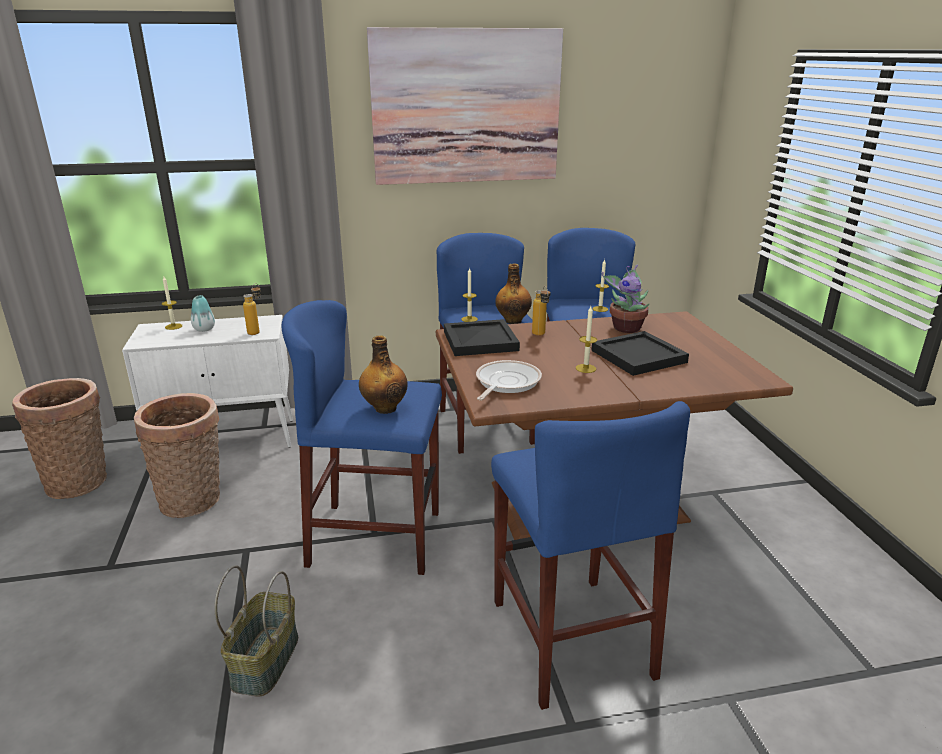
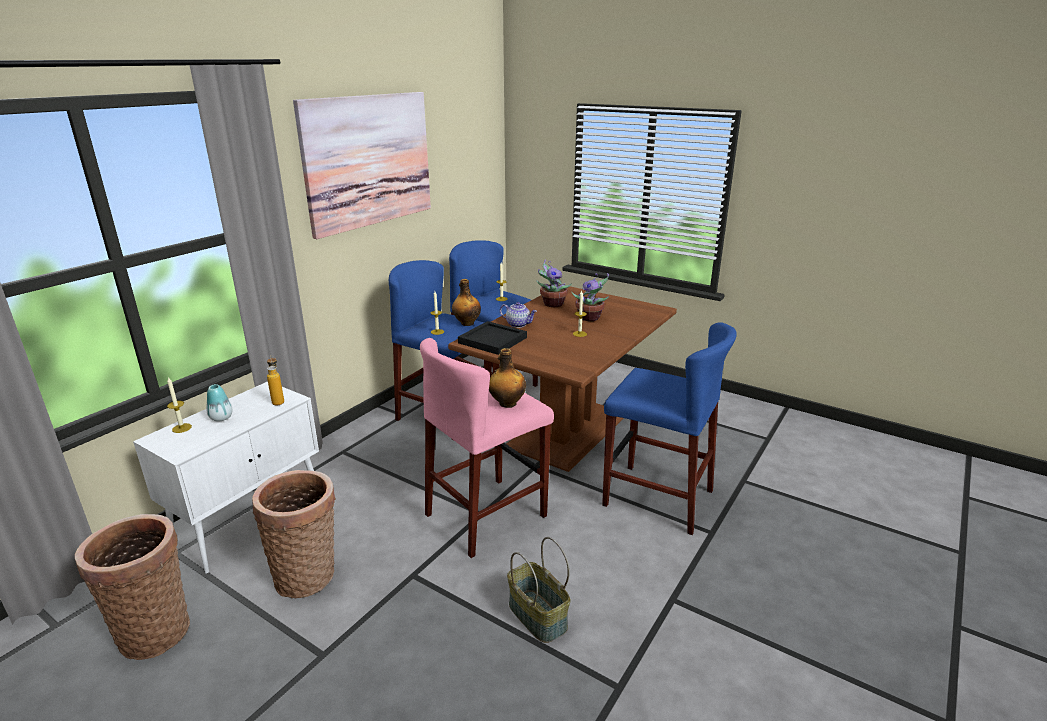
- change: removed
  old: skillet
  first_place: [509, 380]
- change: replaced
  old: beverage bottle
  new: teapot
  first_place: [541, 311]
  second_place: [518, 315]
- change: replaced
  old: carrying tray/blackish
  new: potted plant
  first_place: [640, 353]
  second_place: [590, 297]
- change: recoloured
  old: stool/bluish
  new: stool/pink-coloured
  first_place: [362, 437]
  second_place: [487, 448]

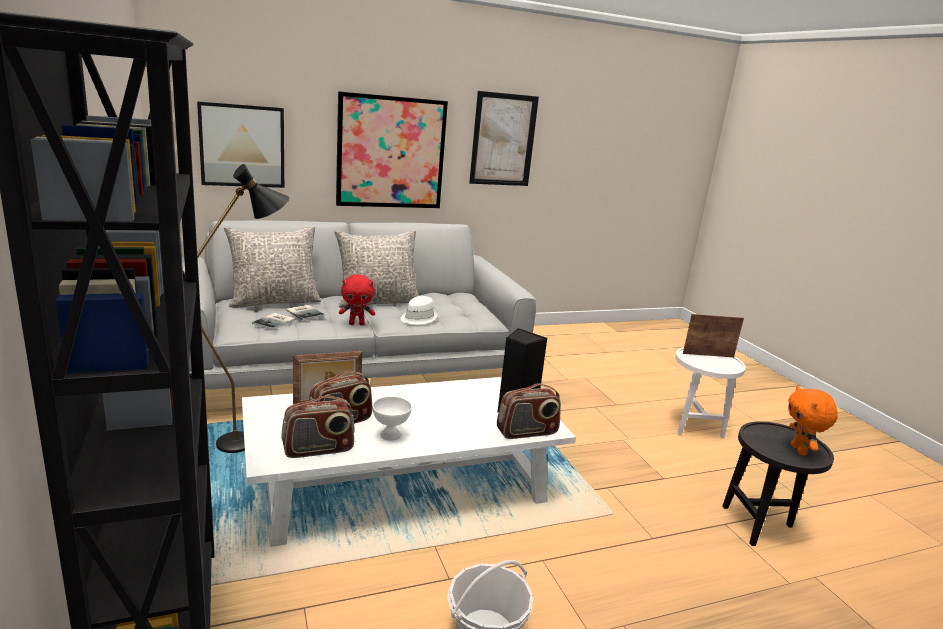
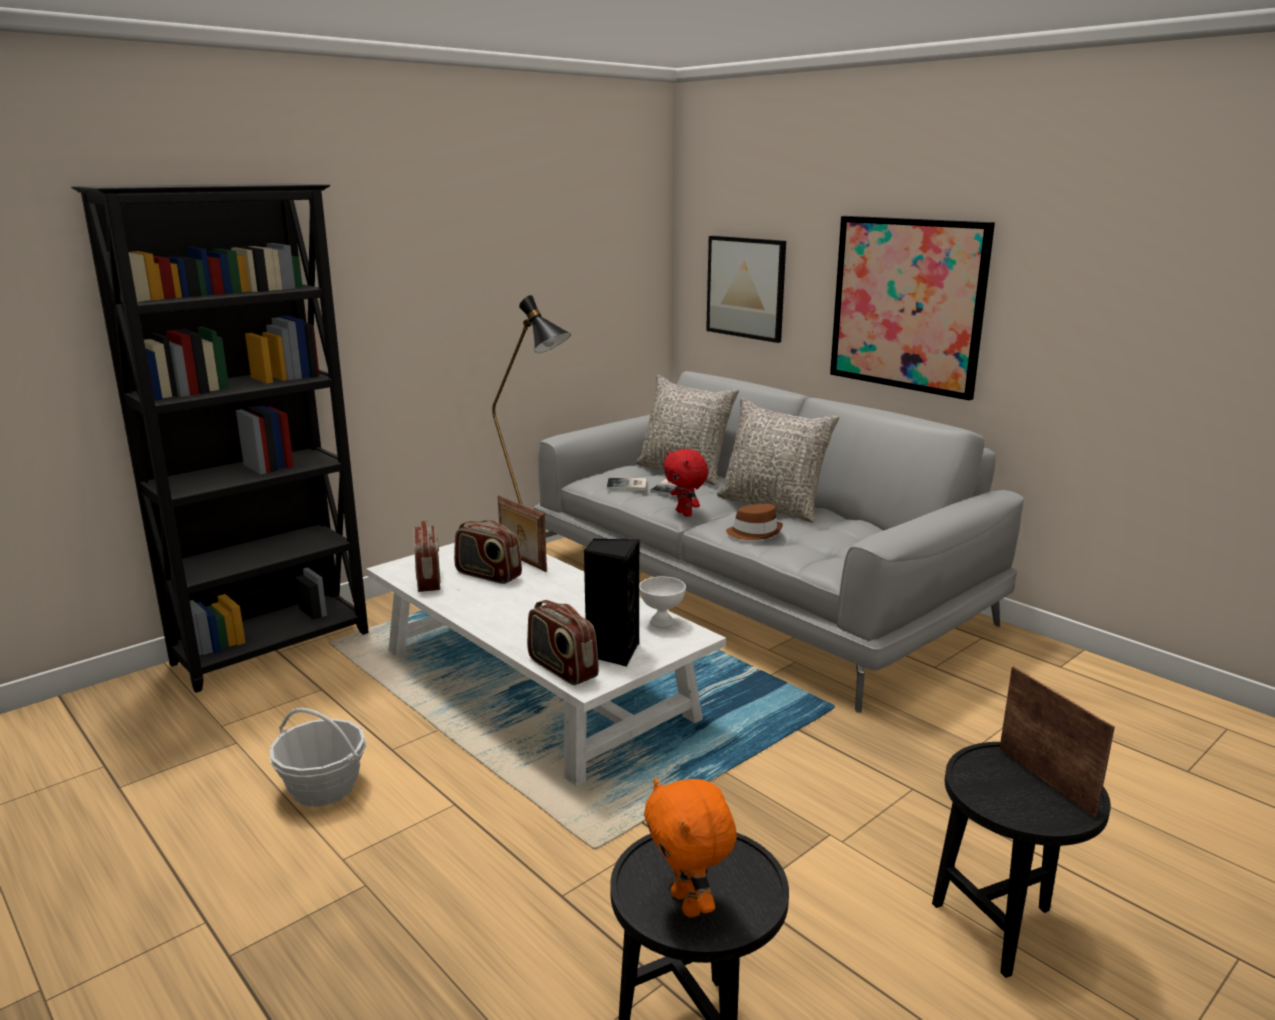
- change: removed
  old: picture
  first_place: [504, 138]
- change: moved
  old: serving bowl/white-coloured
  first_place: [392, 418]
  second_place: [662, 602]
- change: recoloured
  old: hat/white-coloured
  new: hat/brownish
  first_place: [419, 310]
  second_place: [754, 522]
- change: recoloured
  old: end table/white-coloured
  new: end table/blackish
  first_place: [710, 393]
  second_place: [1021, 860]
- change: turned
  old: radio set
  first_place: [318, 426]
  second_place: [427, 556]
  degrees: -150
- change: turned
  old: soft toy/orangey
  first_place: [813, 420]
  second_place: [690, 848]
  degrees: -90

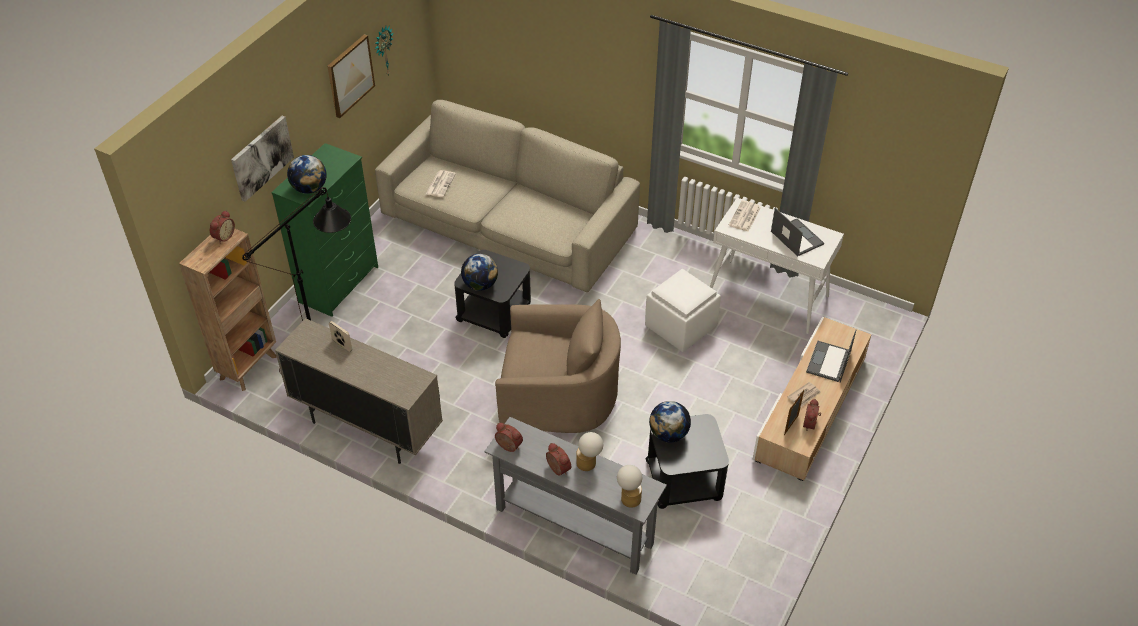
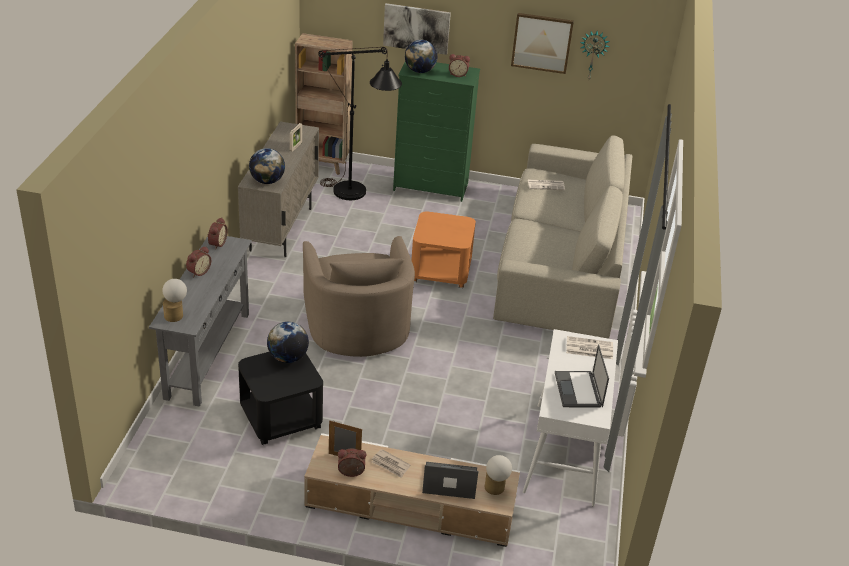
- change: removed
  old: footrest/white-coloured
  first_place: [683, 310]
- change: moved
  old: table clock
  first_place: [222, 227]
  second_place: [459, 65]
- change: moved
  old: world globe
  first_place: [479, 272]
  second_place: [267, 166]
- change: moved
  old: tabletop lamp
  first_place: [589, 451]
  second_place: [498, 475]
- change: recoloured
  old: end table/blackish
  new: end table/orangey
  first_place: [492, 294]
  second_place: [443, 250]
- change: turned
  old: portable computer
  first_place: [797, 232]
  second_place: [582, 375]
  degrees: 135

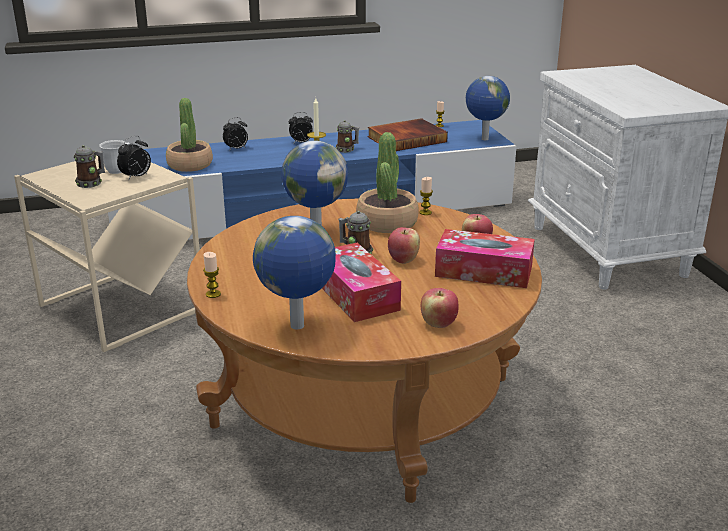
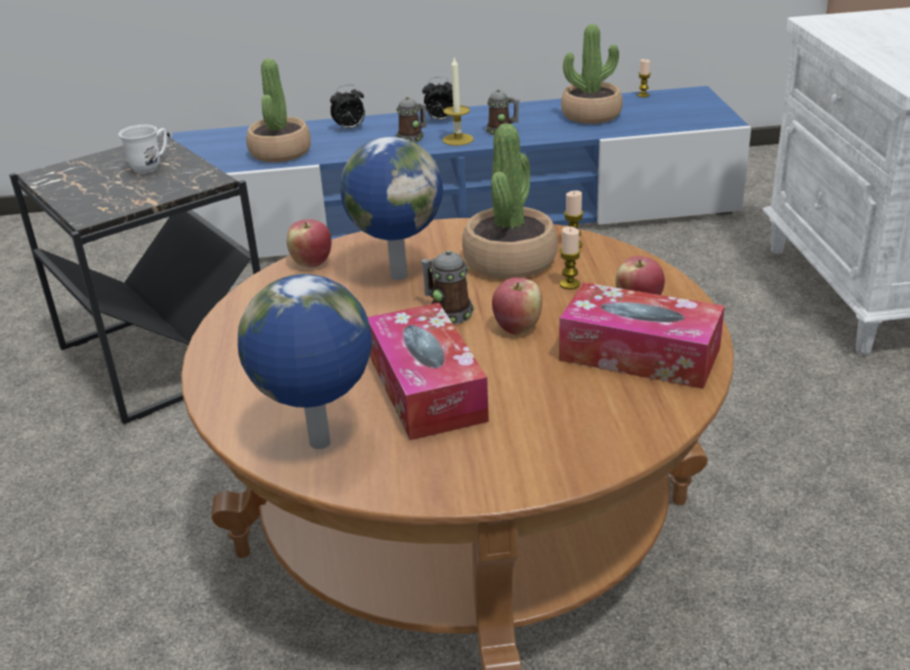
- change: removed
  old: table clock
  first_place: [134, 158]
- change: removed
  old: world globe
  first_place: [488, 108]
- change: moved
  old: tea mug
  first_place: [89, 166]
  second_place: [411, 120]
- change: moved
  old: wax candle
  first_place: [212, 275]
  second_place: [570, 257]
- change: moved
  old: whole apple
  first_place: [440, 308]
  second_place: [309, 243]
- change: replaced
  old: book
  new: potted plant
  first_place: [408, 134]
  second_place: [592, 74]
- change: recoloured
  old: end table/beige-coloured
  new: end table/blackish
  first_place: [107, 253]
  second_place: [135, 278]

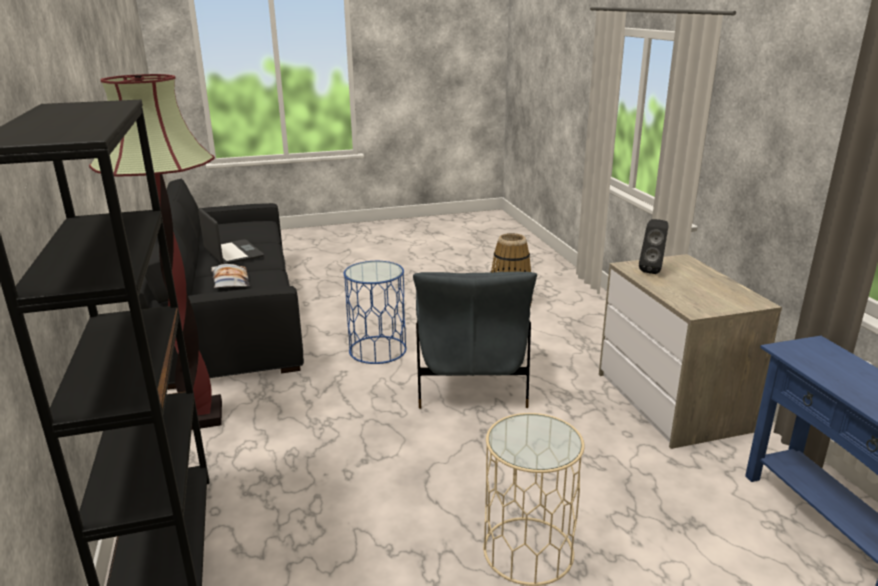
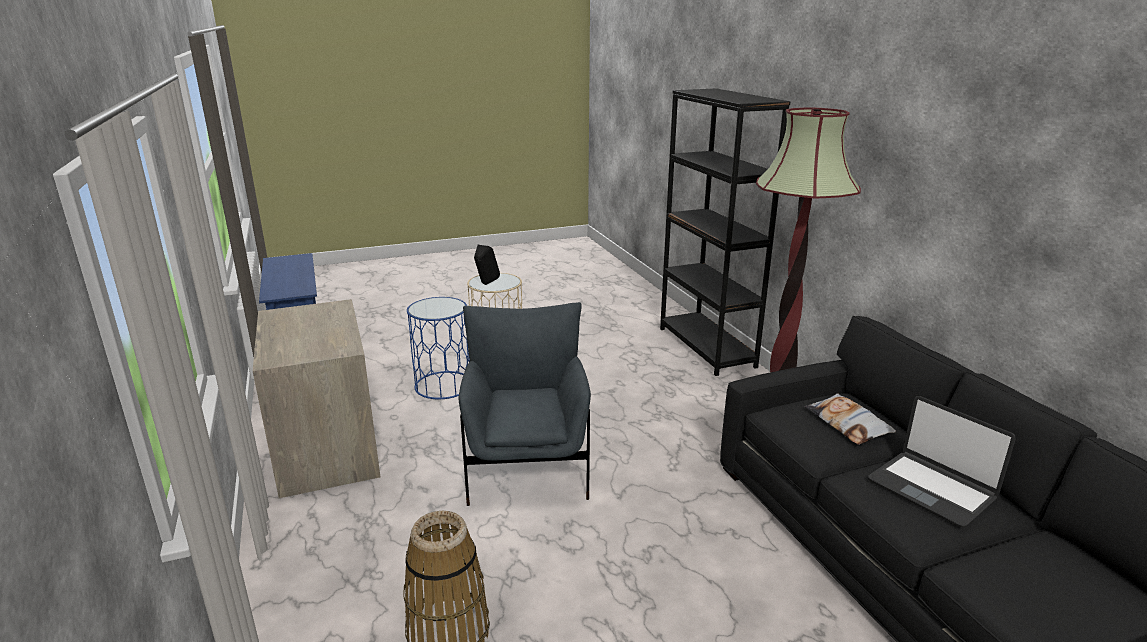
- change: moved
  old: end table/bluish
  first_place: [375, 312]
  second_place: [438, 348]
- change: moved
  old: loudspeaker/blackish
  first_place: [653, 246]
  second_place: [487, 265]

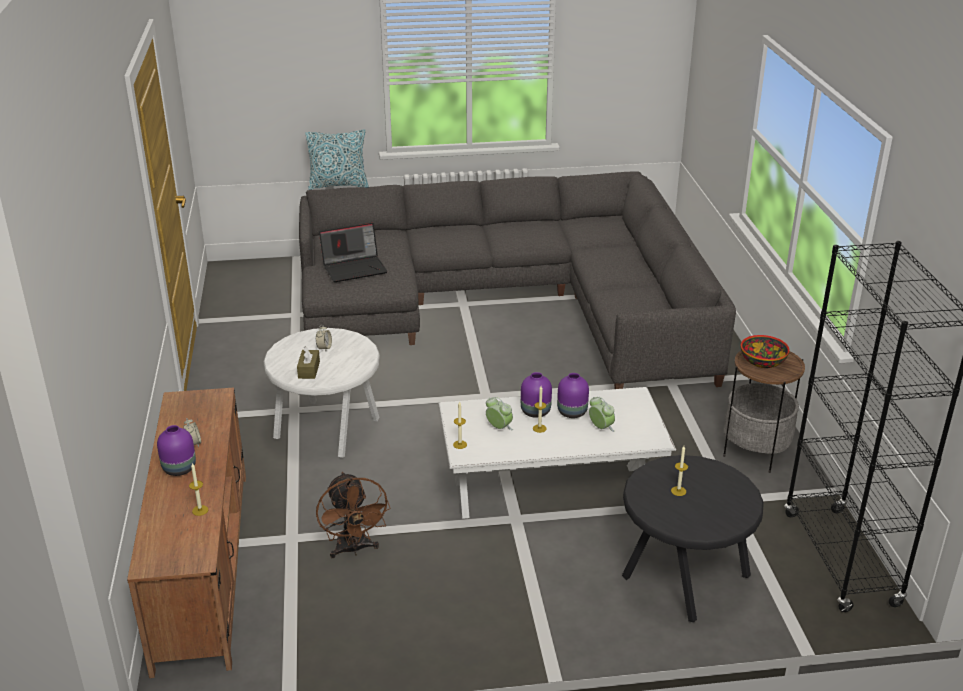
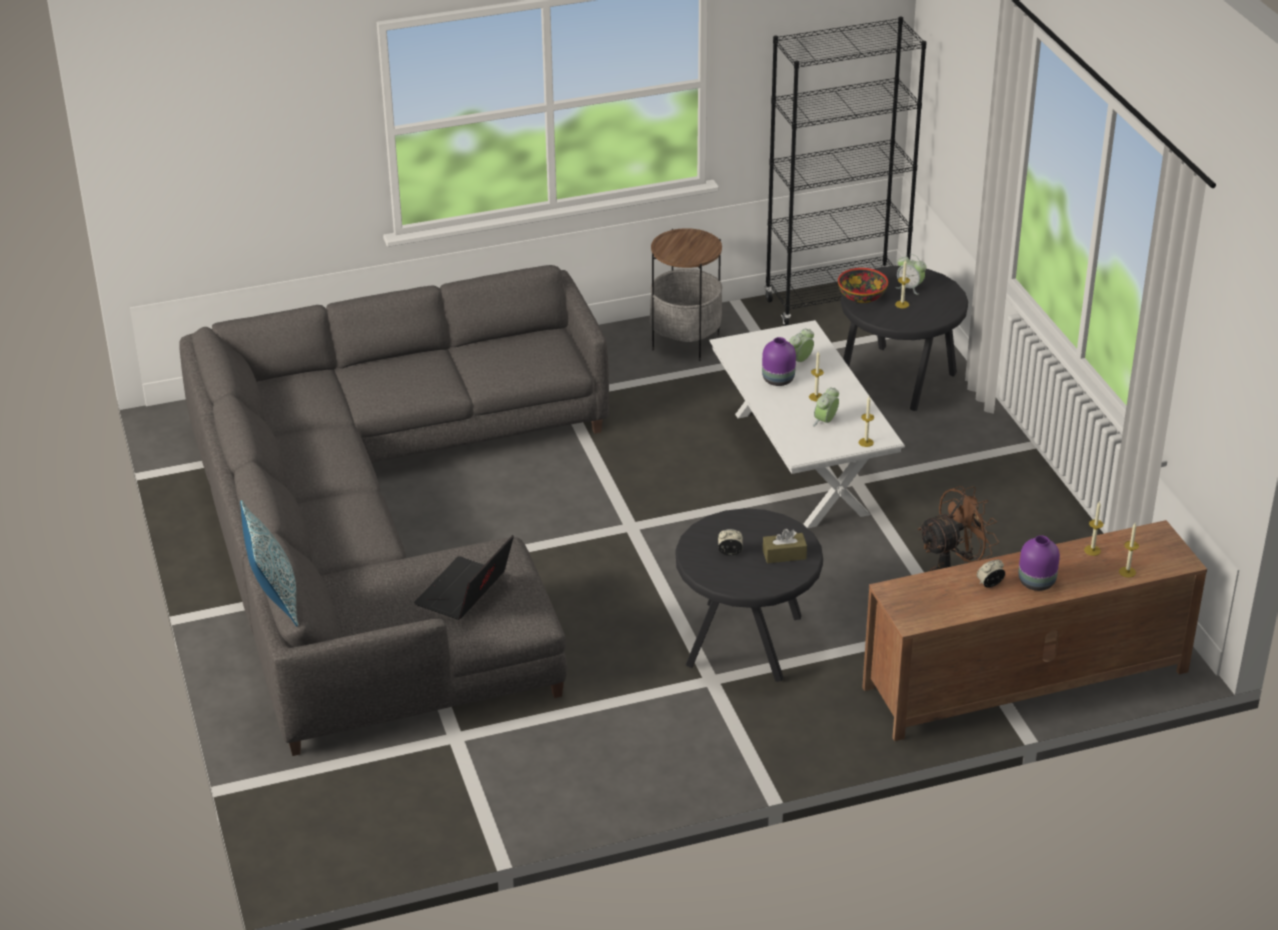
- change: removed
  old: decorative vase/purple-coloured
  first_place: [536, 395]
- change: added
  new: table clock
  second_place: [911, 274]
- change: added
  new: wax candle
  second_place: [1129, 550]
- change: moved
  old: serving bowl
  first_place: [765, 351]
  second_place: [863, 285]
- change: recoloured
  old: end table/white-coloured
  new: end table/blackish
  first_place: [321, 393]
  second_place: [749, 595]
- change: turned
  old: portable computer
  first_place: [353, 252]
  second_place: [464, 577]
  degrees: -120

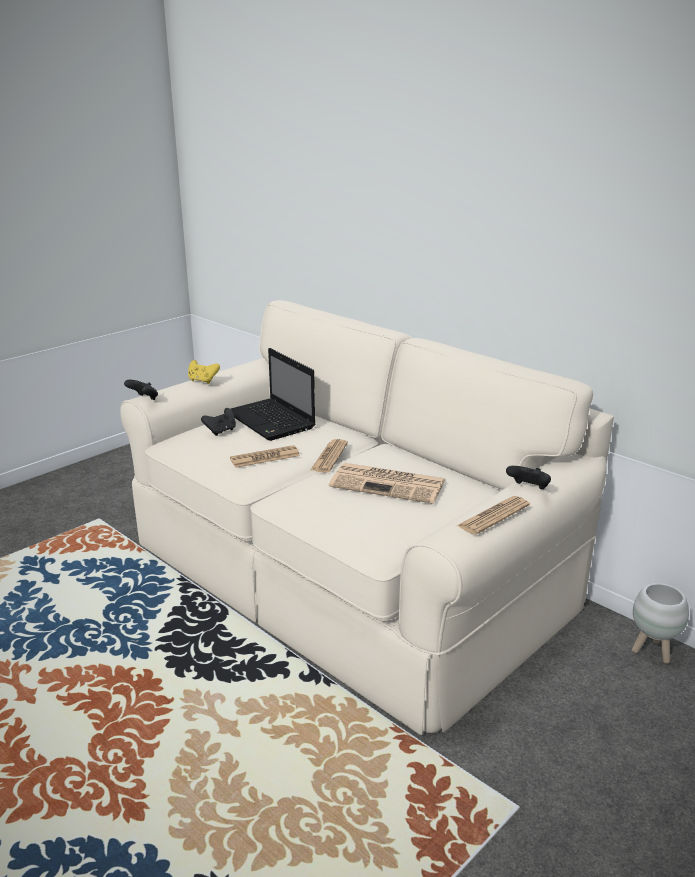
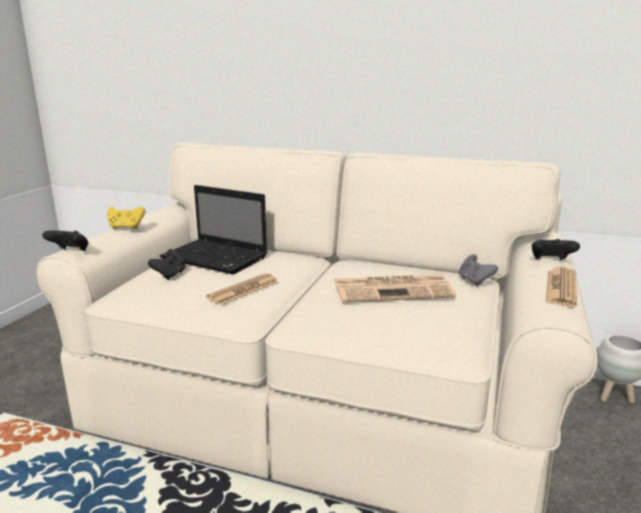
- change: removed
  old: printed paper
  first_place: [329, 456]
- change: added
  new: gamepad/greyish
  second_place: [478, 270]

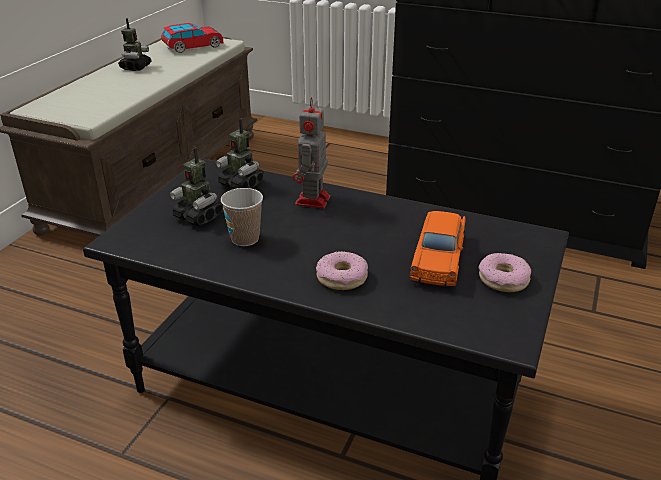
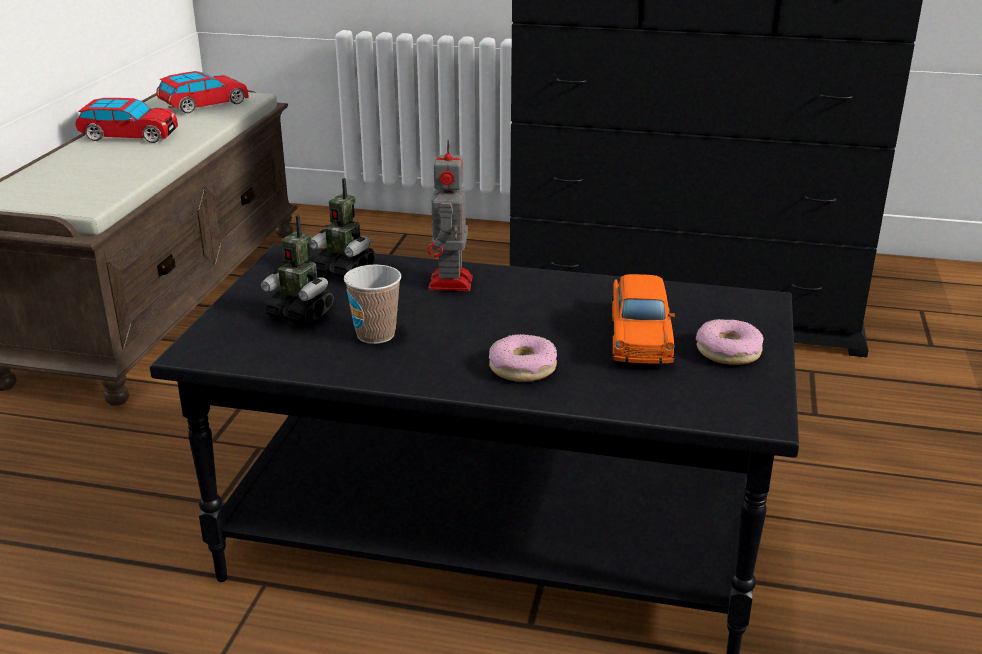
- change: replaced
  old: robot figure
  new: model car
  first_place: [134, 44]
  second_place: [126, 120]

